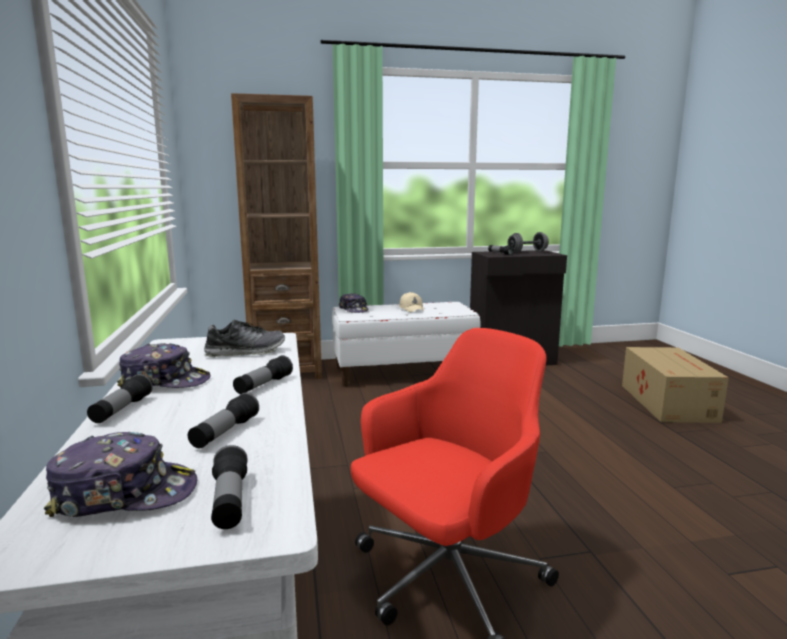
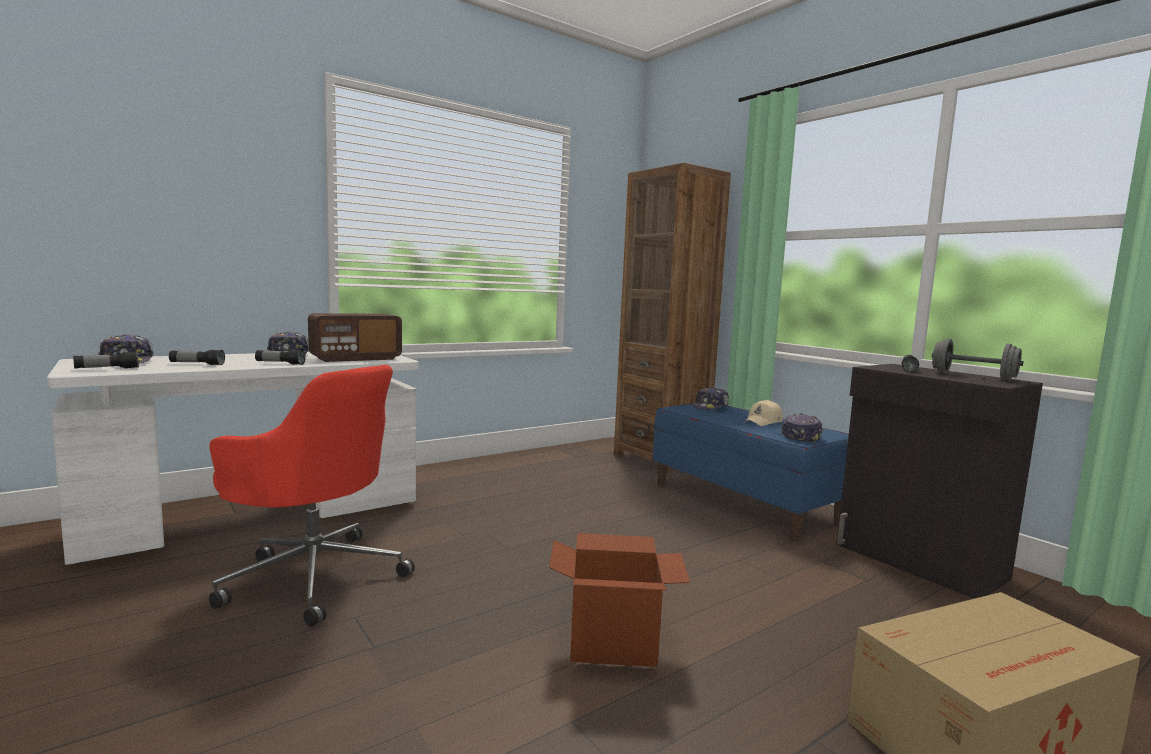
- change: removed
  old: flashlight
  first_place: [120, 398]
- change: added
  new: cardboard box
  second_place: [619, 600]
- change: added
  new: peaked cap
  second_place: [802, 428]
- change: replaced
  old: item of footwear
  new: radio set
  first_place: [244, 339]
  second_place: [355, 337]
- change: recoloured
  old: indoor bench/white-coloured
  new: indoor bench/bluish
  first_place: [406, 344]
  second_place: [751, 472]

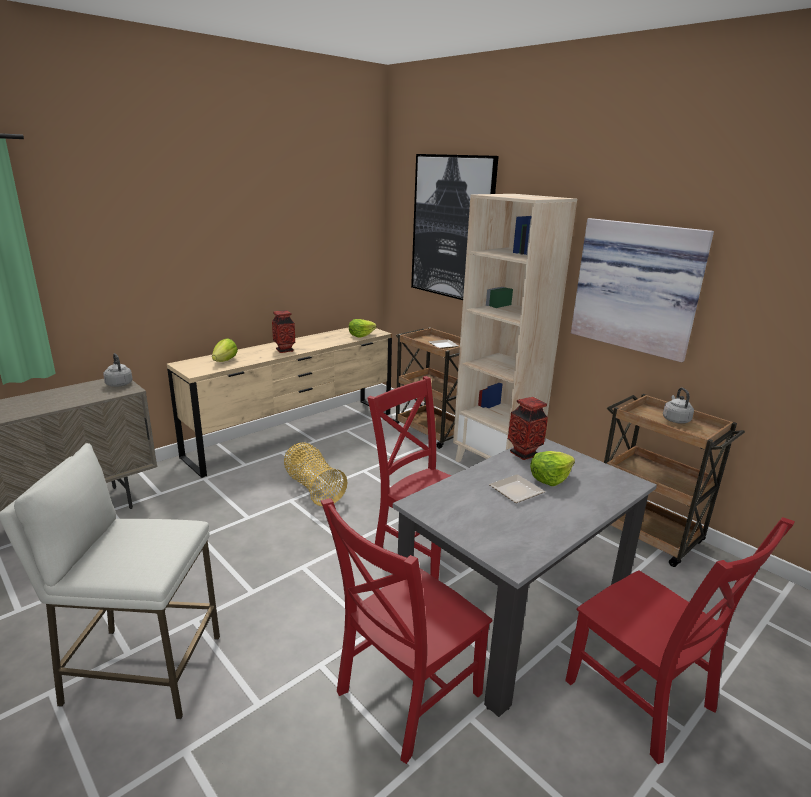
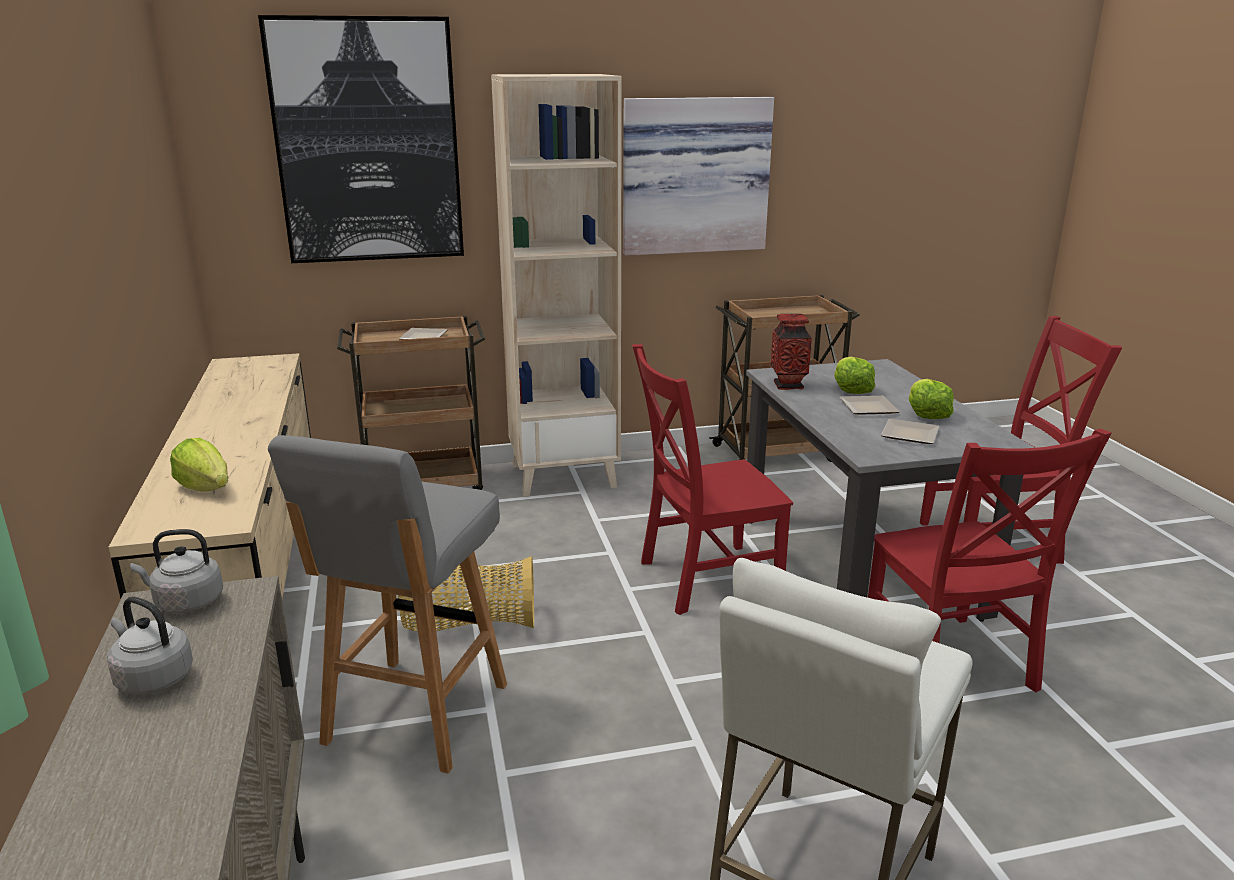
- change: removed
  old: decorative vase
  first_place: [283, 331]
- change: added
  new: stool/greyish
  second_place: [387, 604]
- change: added
  new: dinner plate
  second_place: [910, 431]
- change: moved
  old: head of lettuce
  first_place: [363, 328]
  second_place: [931, 399]
- change: moved
  old: water kettle/greyish
  first_place: [678, 406]
  second_place: [150, 645]

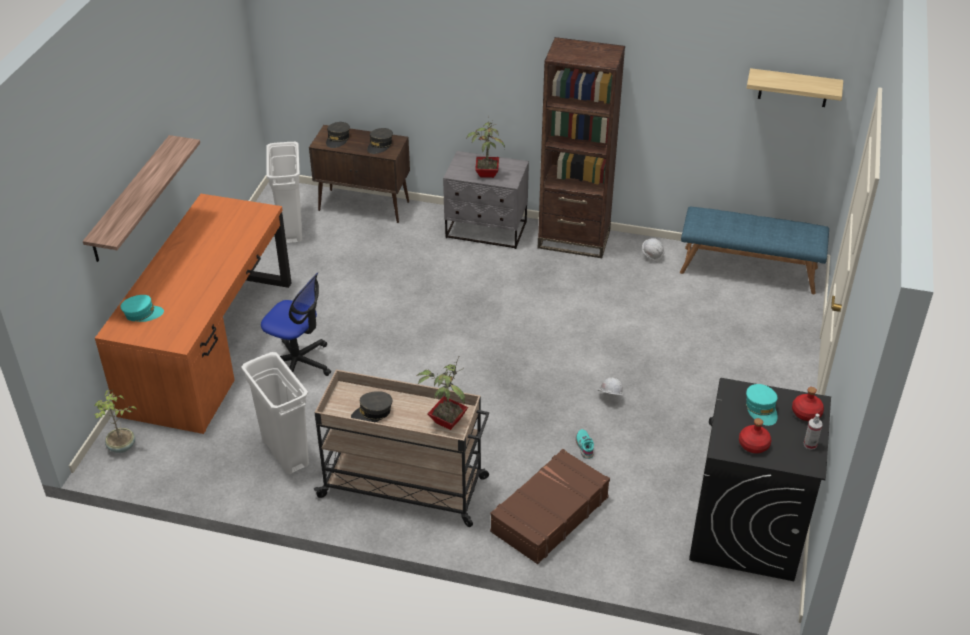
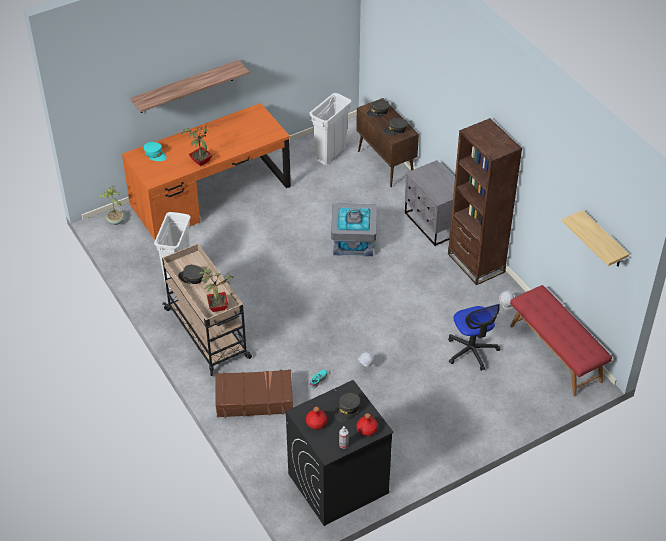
- change: added
  new: storage box/greyish
  second_place: [354, 229]
- change: moved
  old: desk chair
  first_place: [296, 324]
  second_place: [474, 337]
- change: moved
  old: potted plant
  first_place: [485, 147]
  second_place: [197, 145]
- change: recoloured
  old: indoor bench/bluish
  new: indoor bench/reddish
  first_place: [754, 250]
  second_place: [561, 340]
- change: recoloured
  old: peaked cap/turquoise
  new: peaked cap/greyish
  first_place: [762, 405]
  second_place: [348, 407]

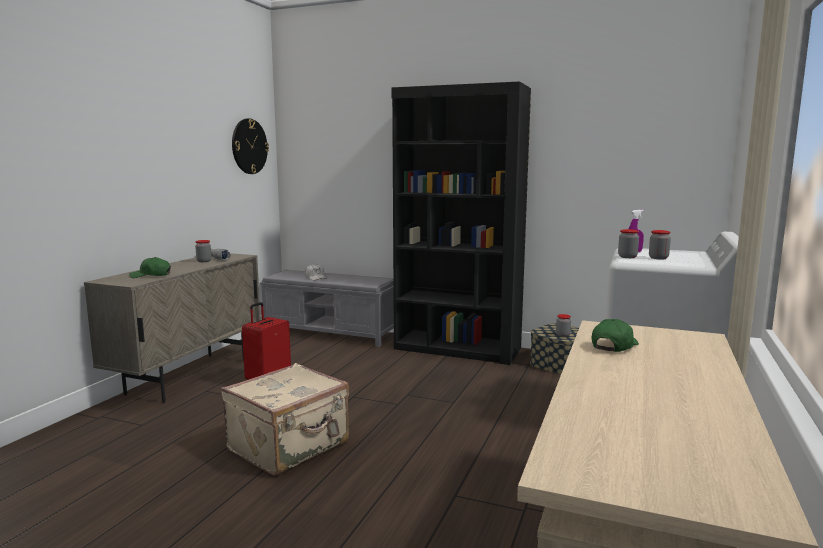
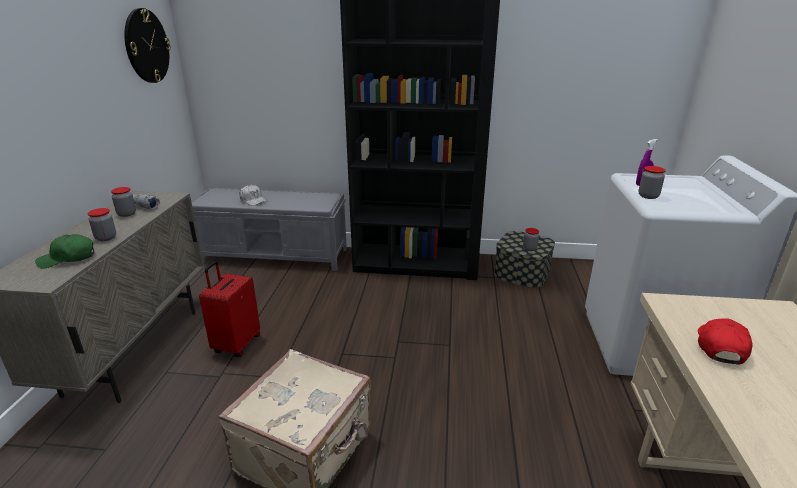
- change: moved
  old: storage jar
  first_place: [660, 245]
  second_place: [102, 224]
- change: recoloured
  old: peaked cap/green-coloured
  new: peaked cap/reddish
  first_place: [615, 335]
  second_place: [725, 342]

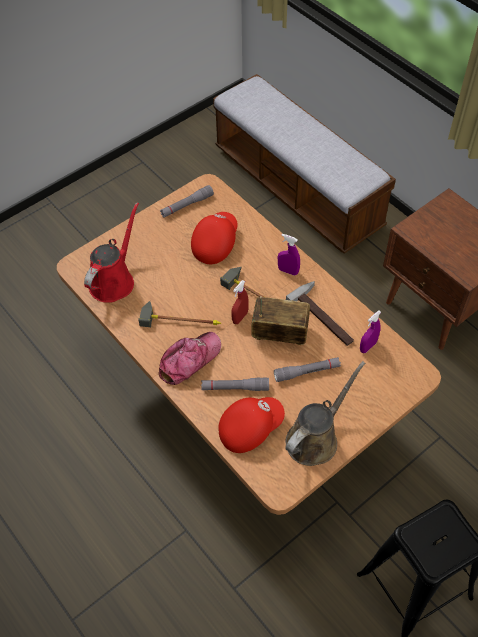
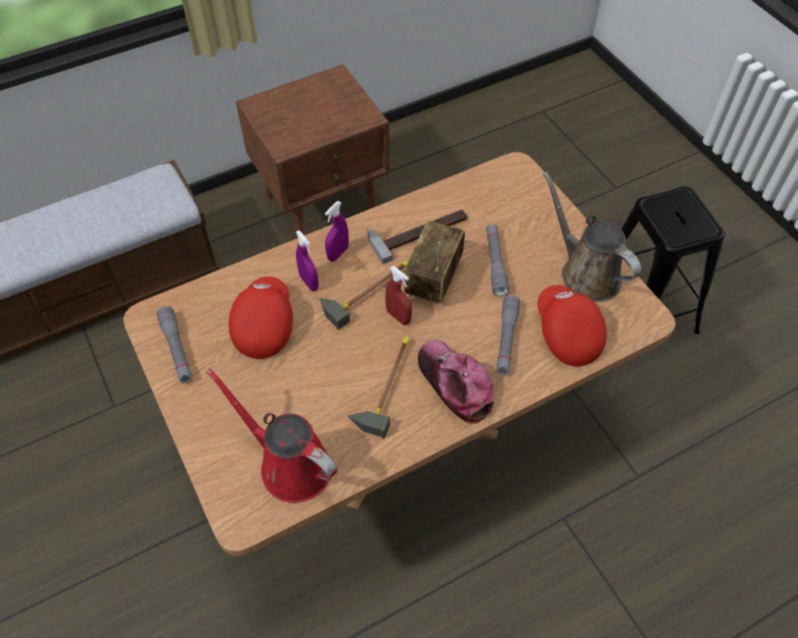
- change: moved
  old: sprayer/purple-coloured
  first_place: [370, 332]
  second_place: [307, 260]
- change: turned
  old: peaked cap/reddish
  first_place: [214, 238]
  second_place: [261, 317]
  degrees: 60

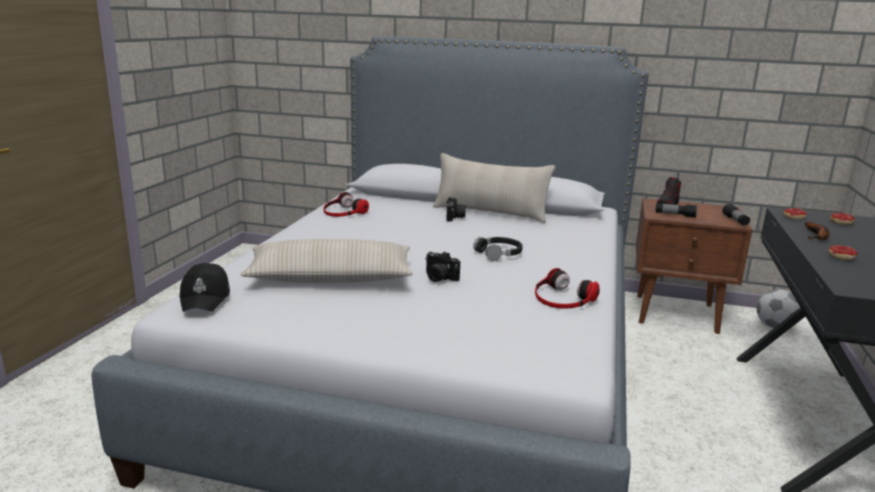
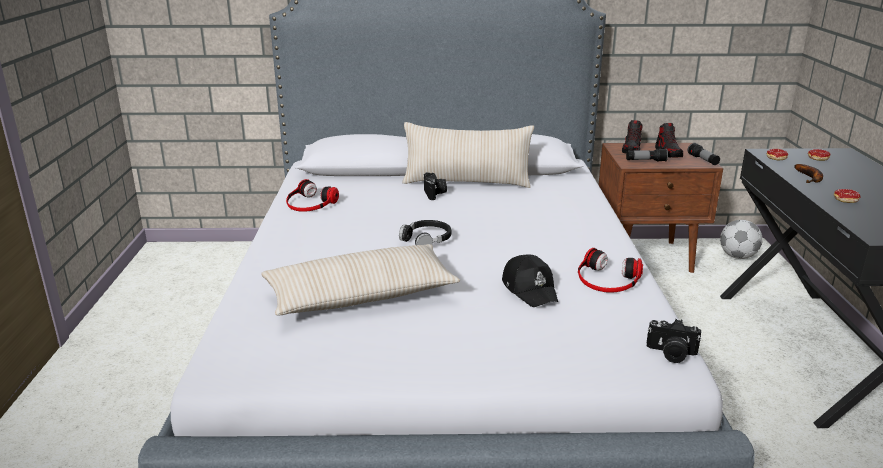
- change: added
  new: item of footwear
  second_place: [669, 140]
- change: moved
  old: peaked cap/blackish
  first_place: [205, 287]
  second_place: [530, 281]
- change: moved
  old: photo camera
  first_place: [442, 267]
  second_place: [674, 341]
- change: moved
  old: pair of headphones/blackish
  first_place: [498, 249]
  second_place: [425, 232]

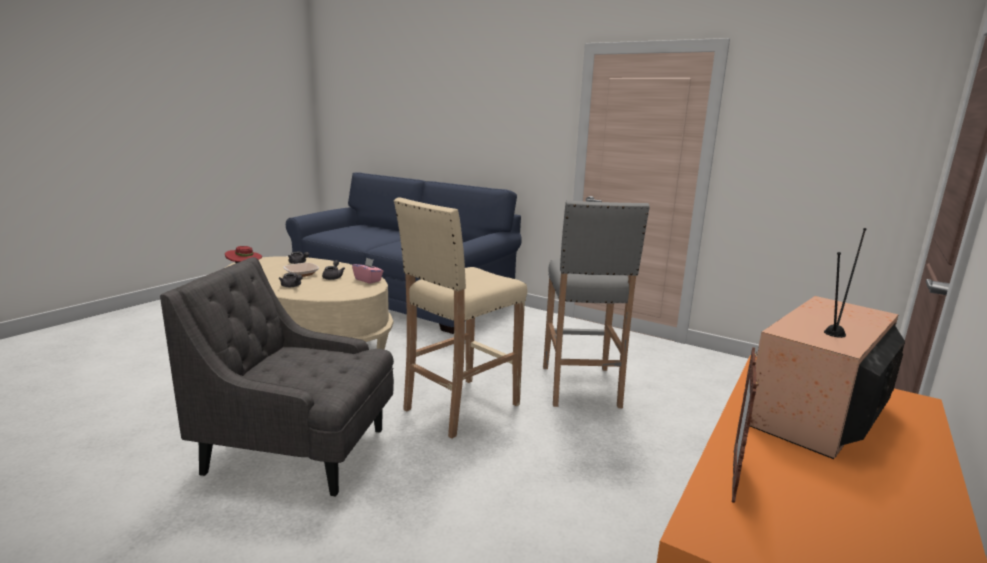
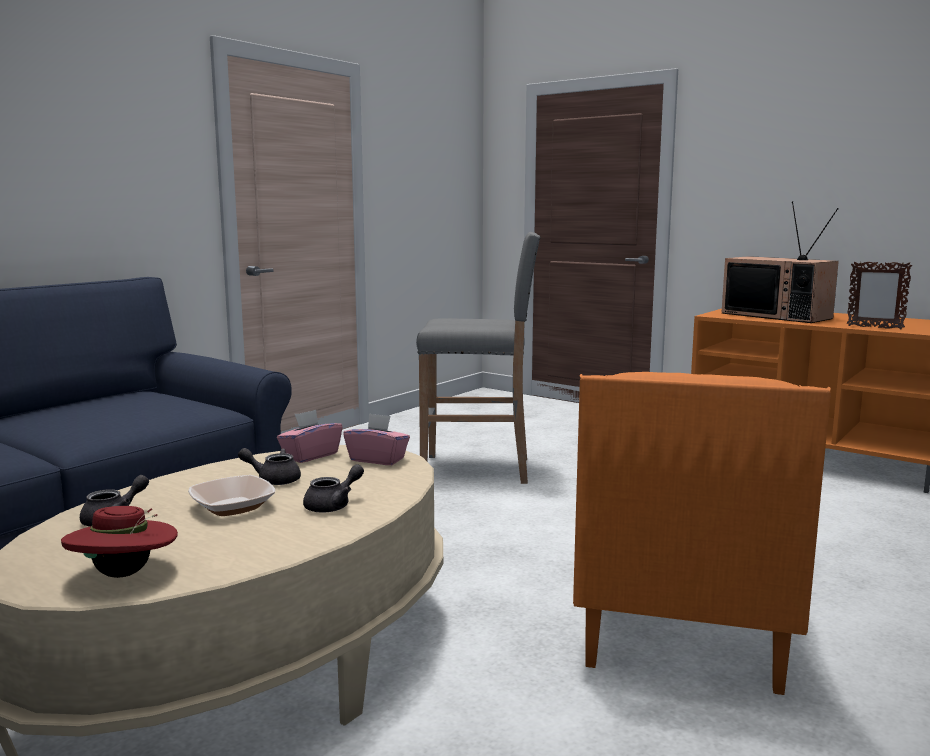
- change: removed
  old: stool/beige-coloured
  first_place: [460, 318]
- change: added
  new: tissue box/pink-coloured
  second_place: [376, 439]
- change: recoloured
  old: lounge chair/greyish
  new: lounge chair/orangey
  first_place: [277, 377]
  second_place: [702, 533]

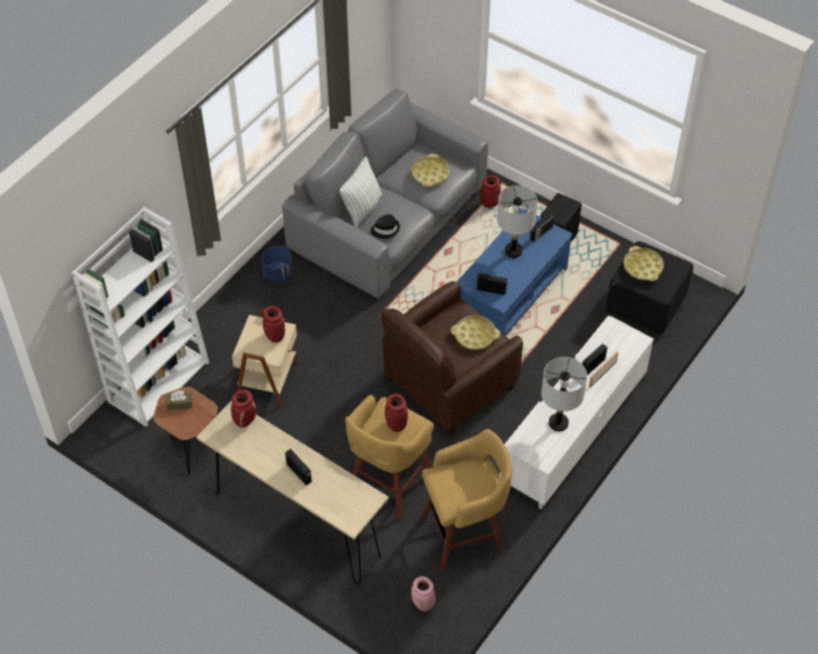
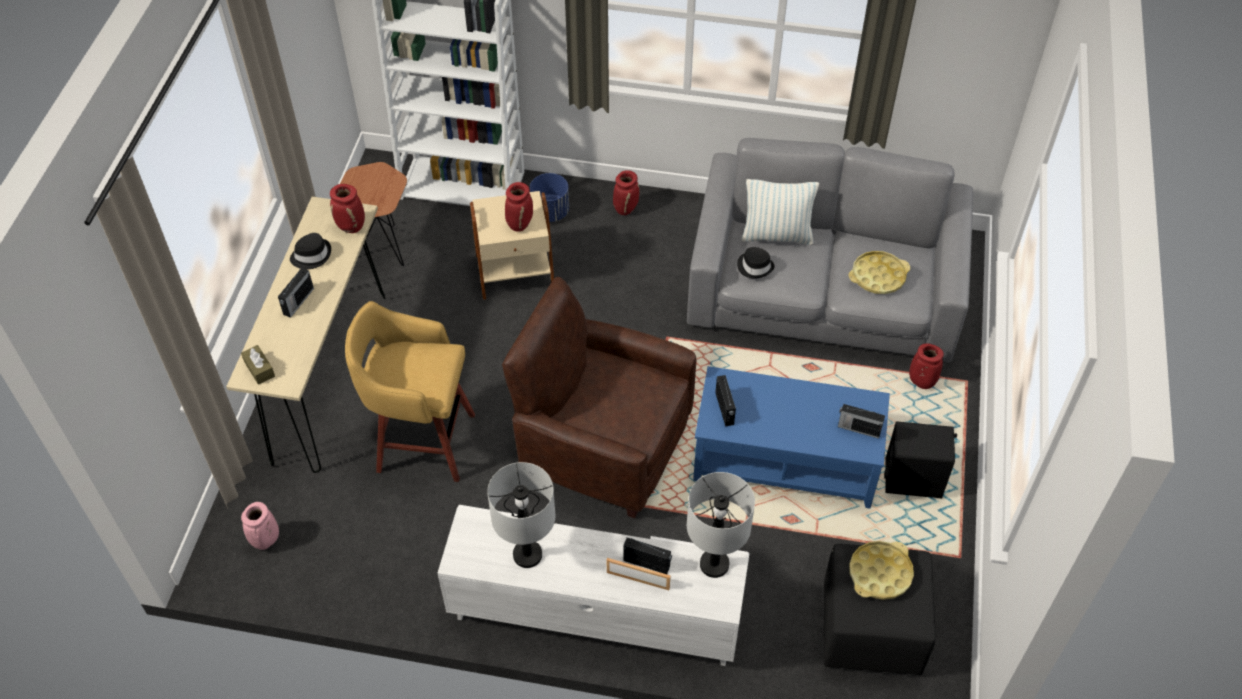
- change: removed
  old: stool/yellow-coloured
  first_place: [466, 500]
- change: removed
  old: carrying tray/yellow-coloured
  first_place: [475, 332]
- change: added
  new: hat/blackish
  second_place: [310, 251]
- change: moved
  old: tissue box/brownish
  first_place: [179, 401]
  second_place: [258, 365]
- change: moved
  old: flower pot/bluish
  first_place: [277, 265]
  second_place: [549, 197]
- change: moved
  old: decorative vase/reddish
  first_place: [396, 413]
  second_place: [626, 192]
- change: moved
  old: tabletop lamp/greyish
  first_place: [517, 221]
  second_place: [721, 525]

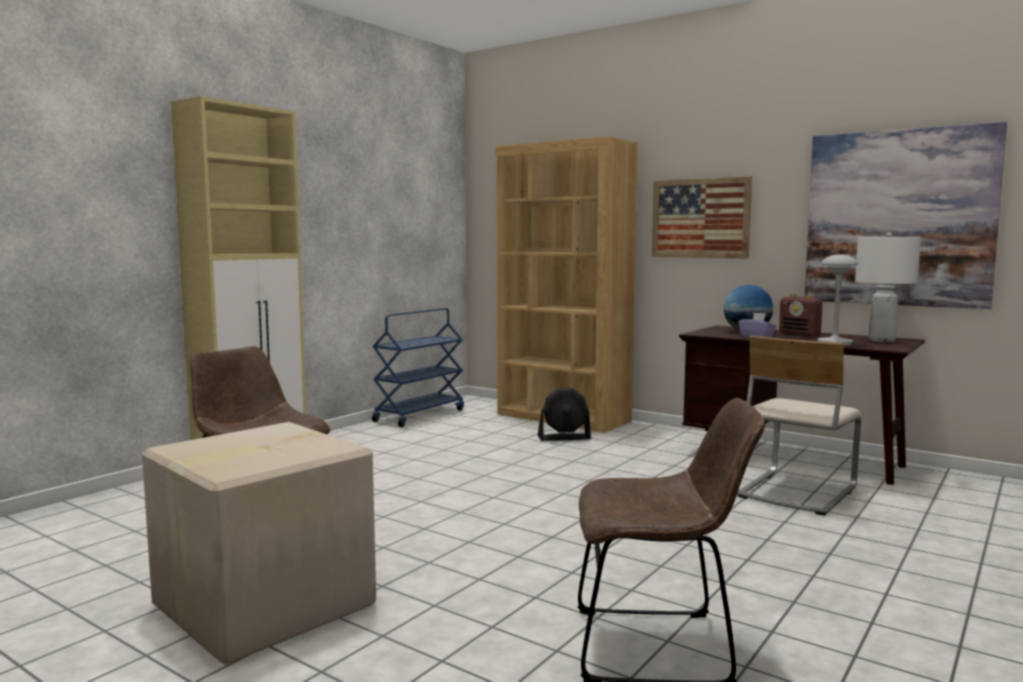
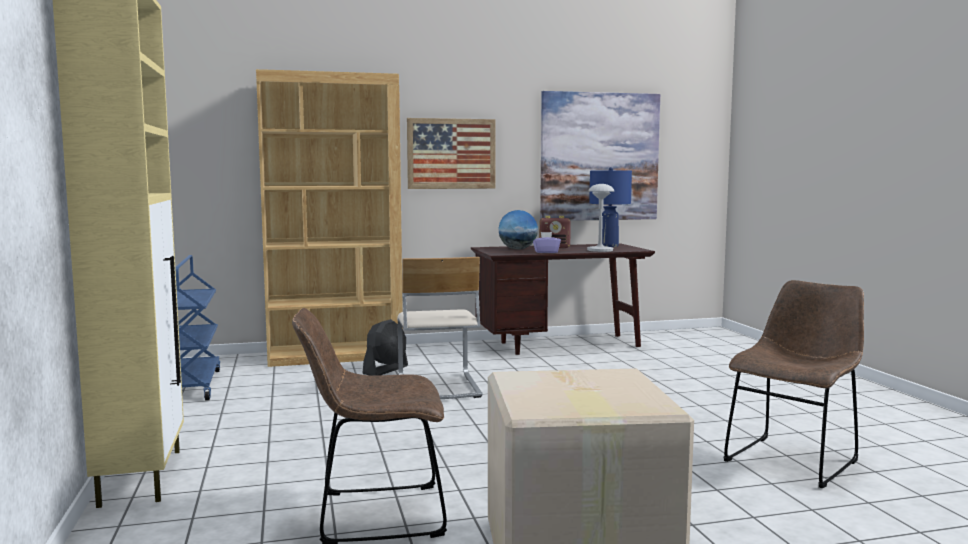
- change: moved
  old: plain chair/beige-coloured
  first_place: [799, 426]
  second_place: [439, 328]
- change: recoloured
  old: tabletop lamp/white-coloured
  new: tabletop lamp/bluish
  first_place: [888, 287]
  second_place: [610, 207]

